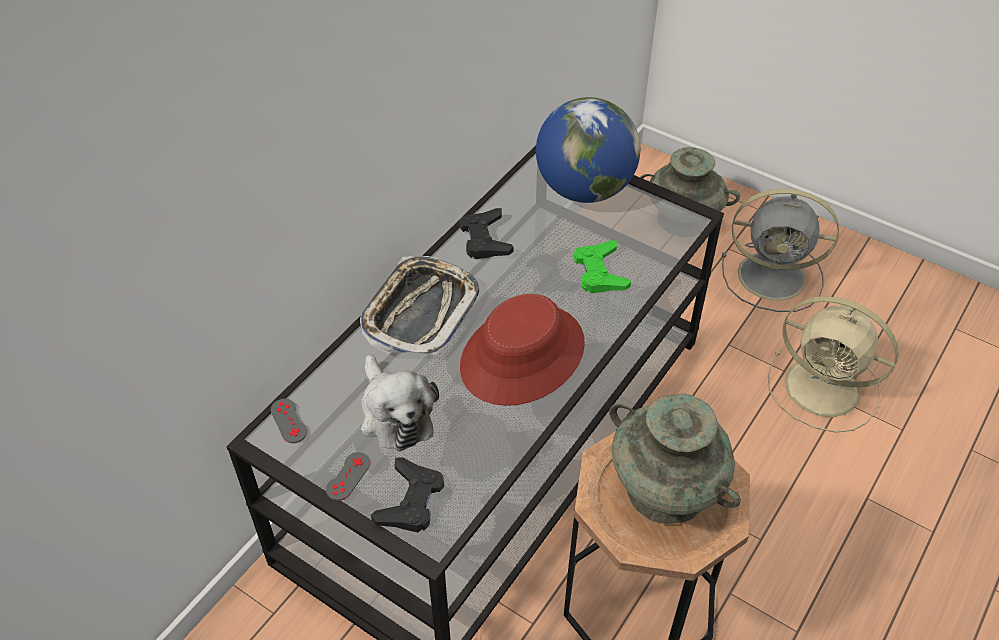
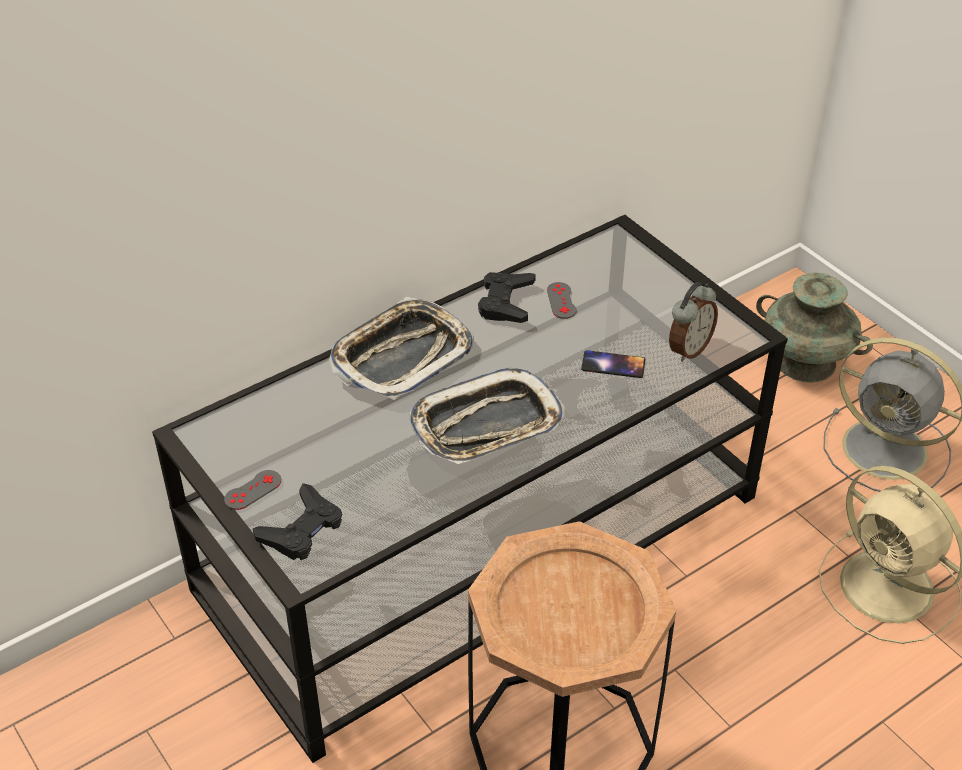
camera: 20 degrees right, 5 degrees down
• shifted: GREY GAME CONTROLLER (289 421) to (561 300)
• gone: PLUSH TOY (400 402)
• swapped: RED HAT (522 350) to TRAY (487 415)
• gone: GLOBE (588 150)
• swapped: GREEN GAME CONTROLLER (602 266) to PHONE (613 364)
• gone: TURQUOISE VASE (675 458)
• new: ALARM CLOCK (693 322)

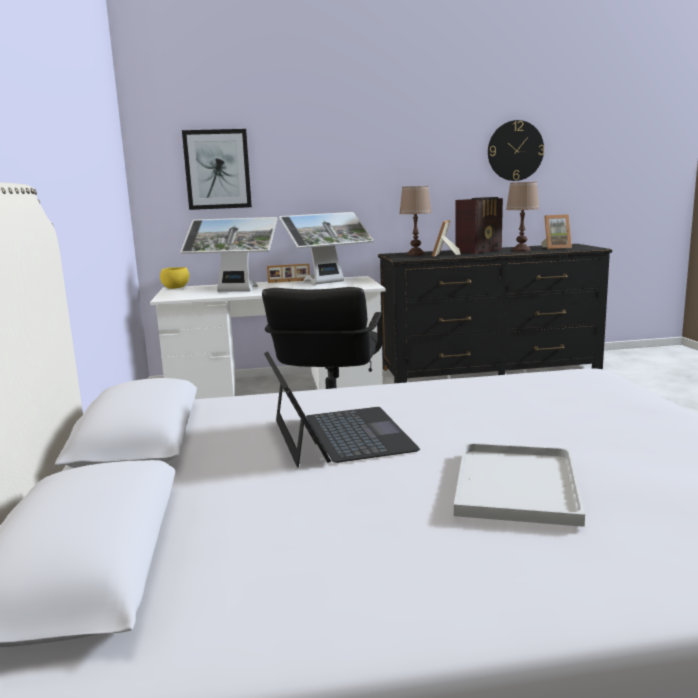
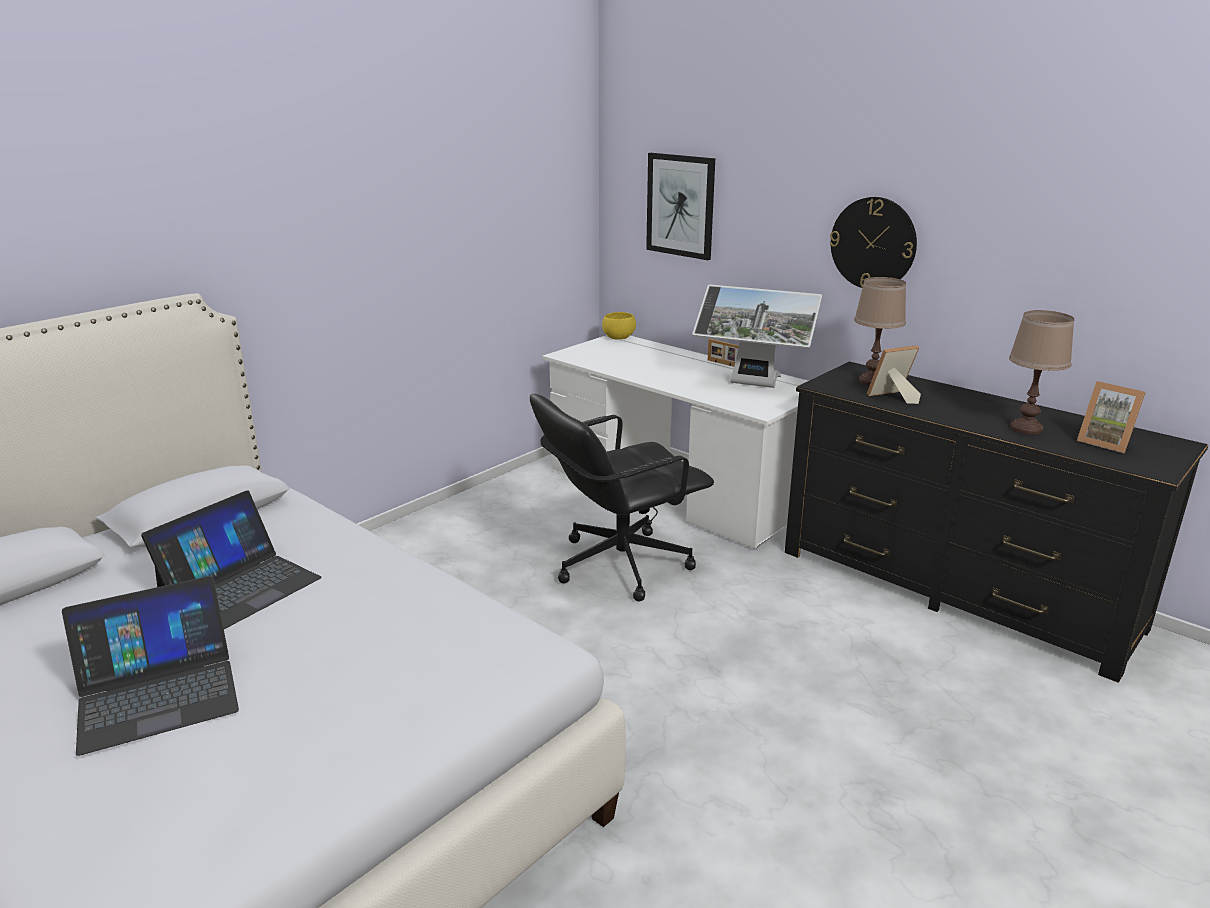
camera: 50 degrees right, 10 degrees up
• gone: MONITOR (228 254)
• swapped: WHITE TRAY (519 485) to LAPTOP (150 666)
• gone: RADIO (479 225)
• shifted: WALL CLOCK (516 150) to (873 242)

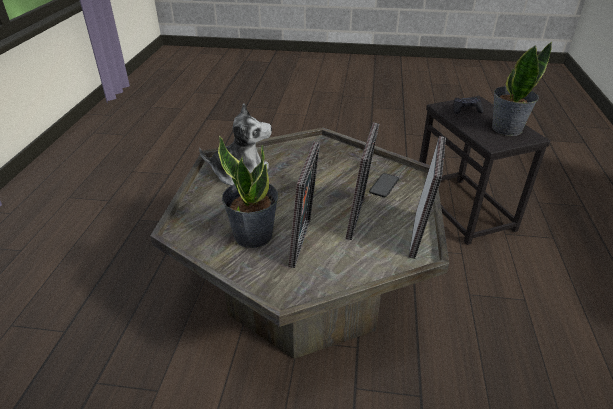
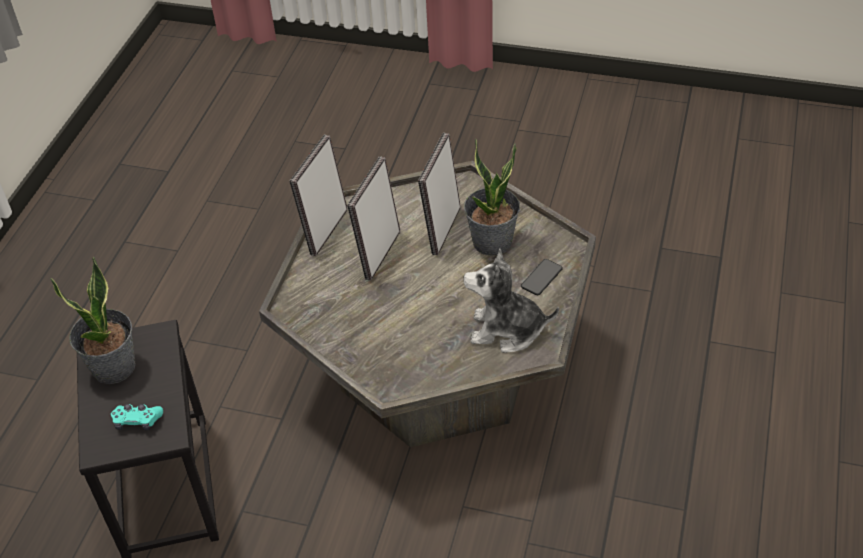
camera: 170 degrees left, 10 degrees up
• shifted: PHONE (384 185) to (542 277)
• repainted: BLACK GAME CONTROLLER (468 105) to TURQUOISE GAME CONTROLLER (137 417)

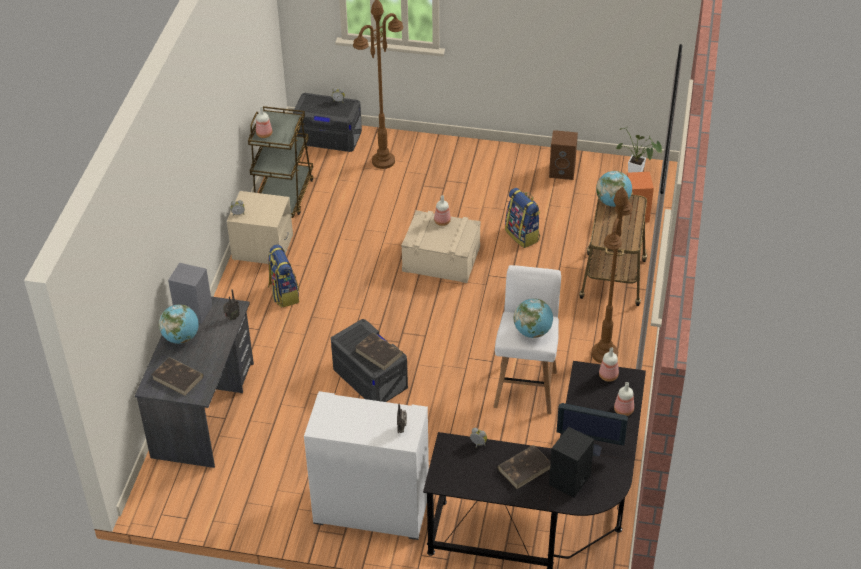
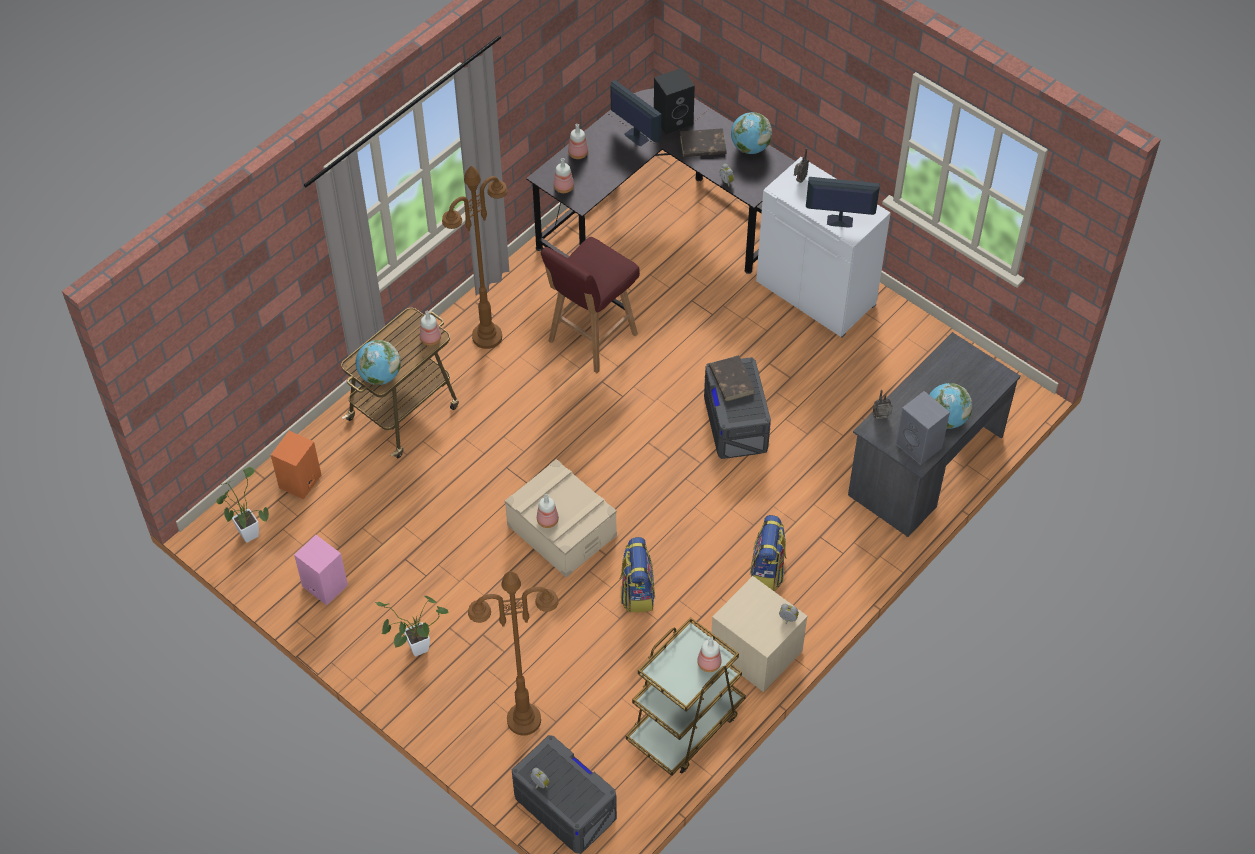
camera: 150 degrees left, 10 degrees up
• gone: BROWN BOOK (178 376)
• repainted: WHITE STOOL (527 339) to RED STOOL (590 305)
• shifted: BACKPACK (522 218) to (637 574)
• shifted: GLOBE (533 318) to (751 133)
• repainted: BROWN SPEAKER (563 155) to PINK SPEAKER (321 570)
• new: POTTED PLANT (412 626)
• new: BOTTLE (430 328)
• new: MONITOR (843 202)

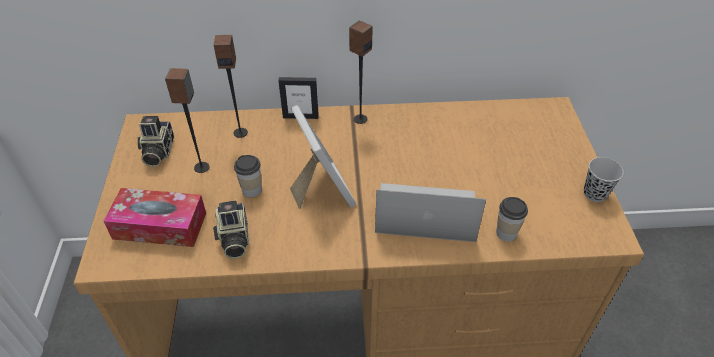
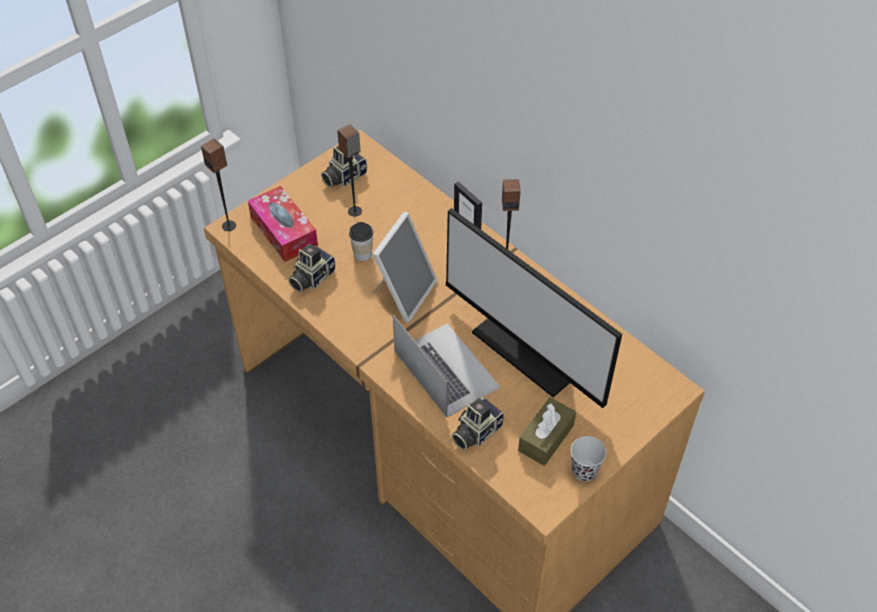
camera: 50 degrees right, 5 degrees up
• shifted: SPEAKER (231 86) to (218 184)
• swapped: CUP (512 219) to PHOTO CAMERA (478 424)
• new: MONITOR (534 308)
• new: BROWN TISSUE BOX (547 432)

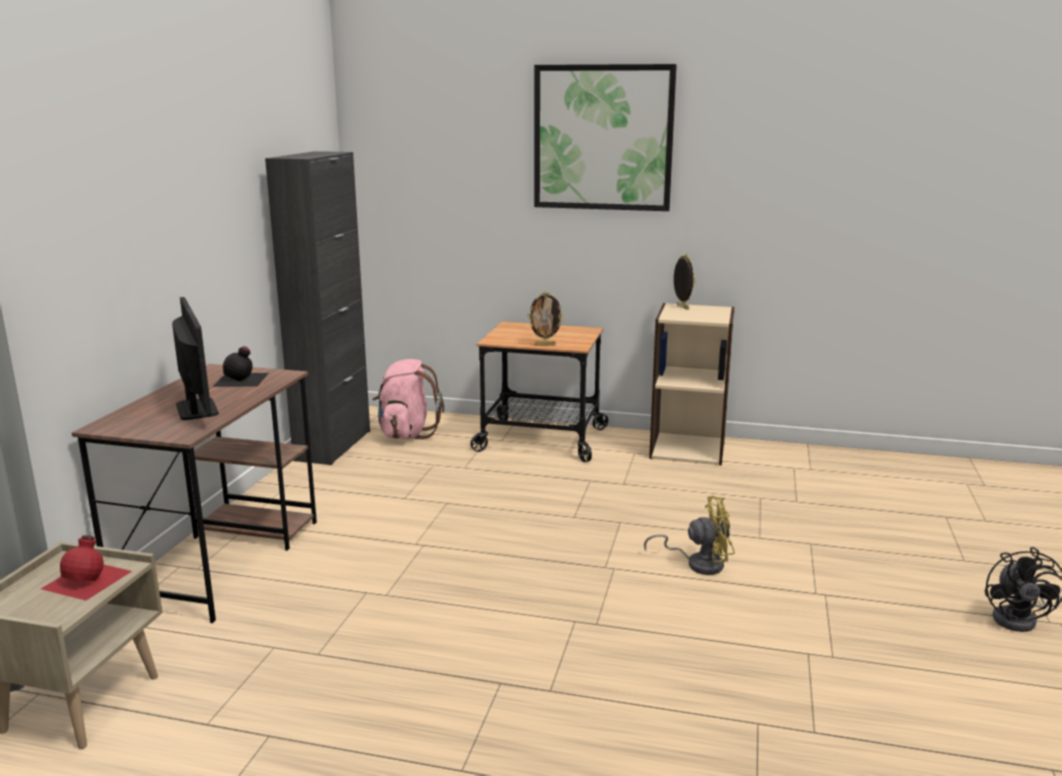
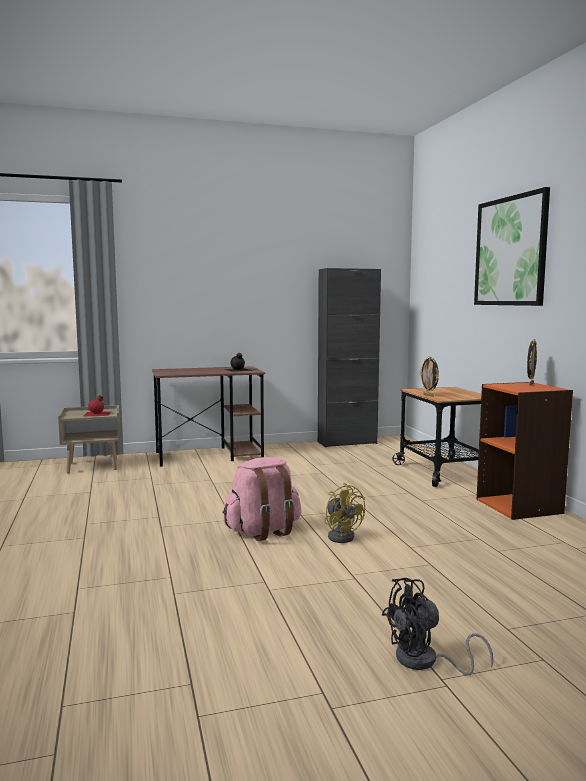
camera: 60 degrees right, 10 degrees down
• gone: MONITOR (195 358)
• shifted: PINK BACKPACK (408 399) to (262 499)
• repainted: BEIGE BOOKCASE (691 384) to ORANGE BOOKCASE (525 451)

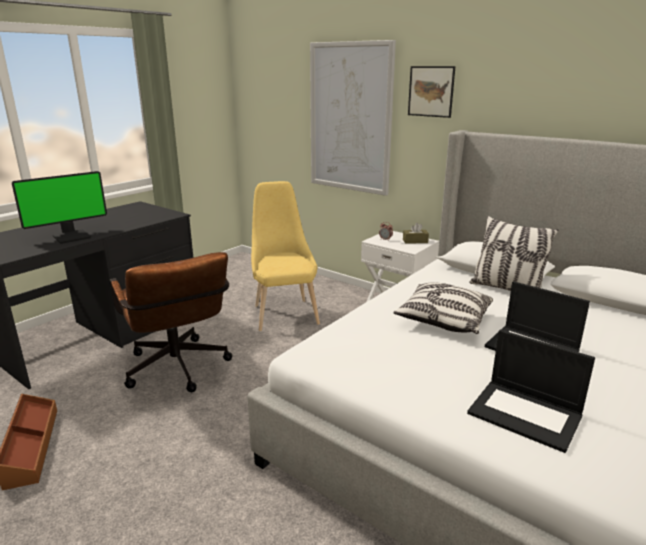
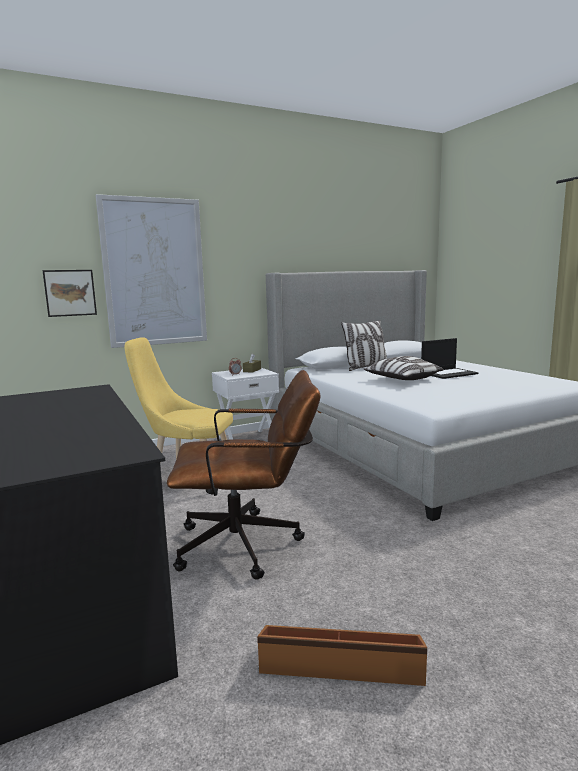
camera: 65 degrees left, 10 degrees down
• gone: MONITOR (59 207)
• shifted: PICTURE (432 92) to (69 293)
• gone: LAPTOP (531 391)

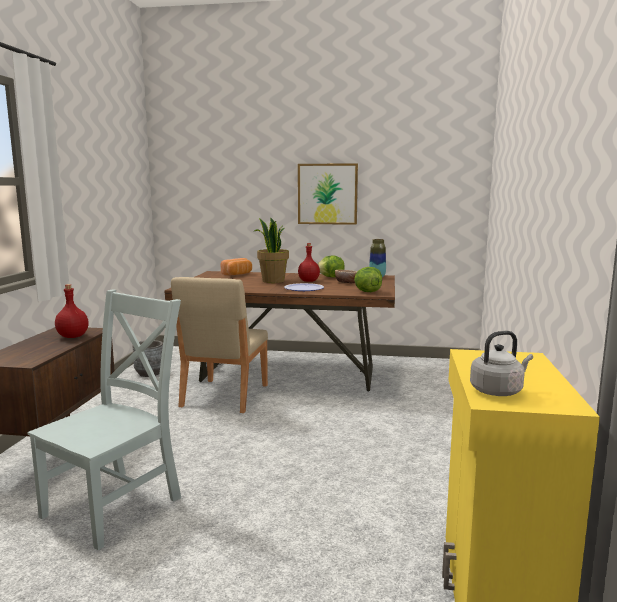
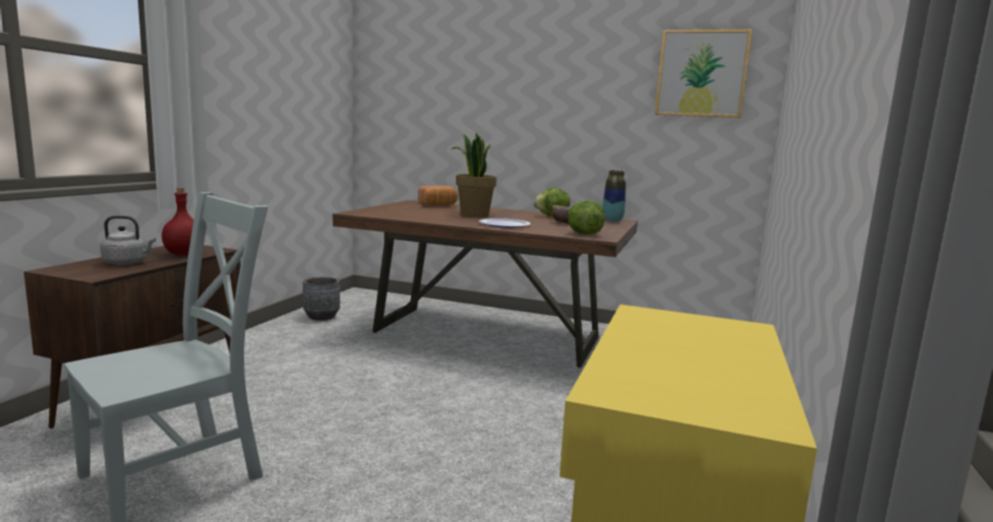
camera: 10 degrees right, 0 degrees up
• gone: BEIGE CHAIR (219 345)
• shifted: PICTURE (328 194) to (703 73)
• gone: RED BOTTLE (309 262)
• shifted: GREY KETTLE (501 363) to (128 240)

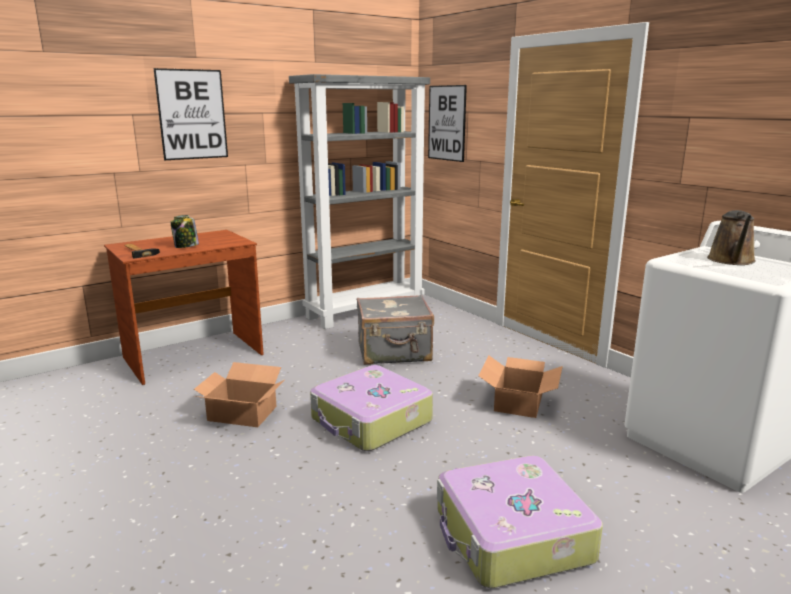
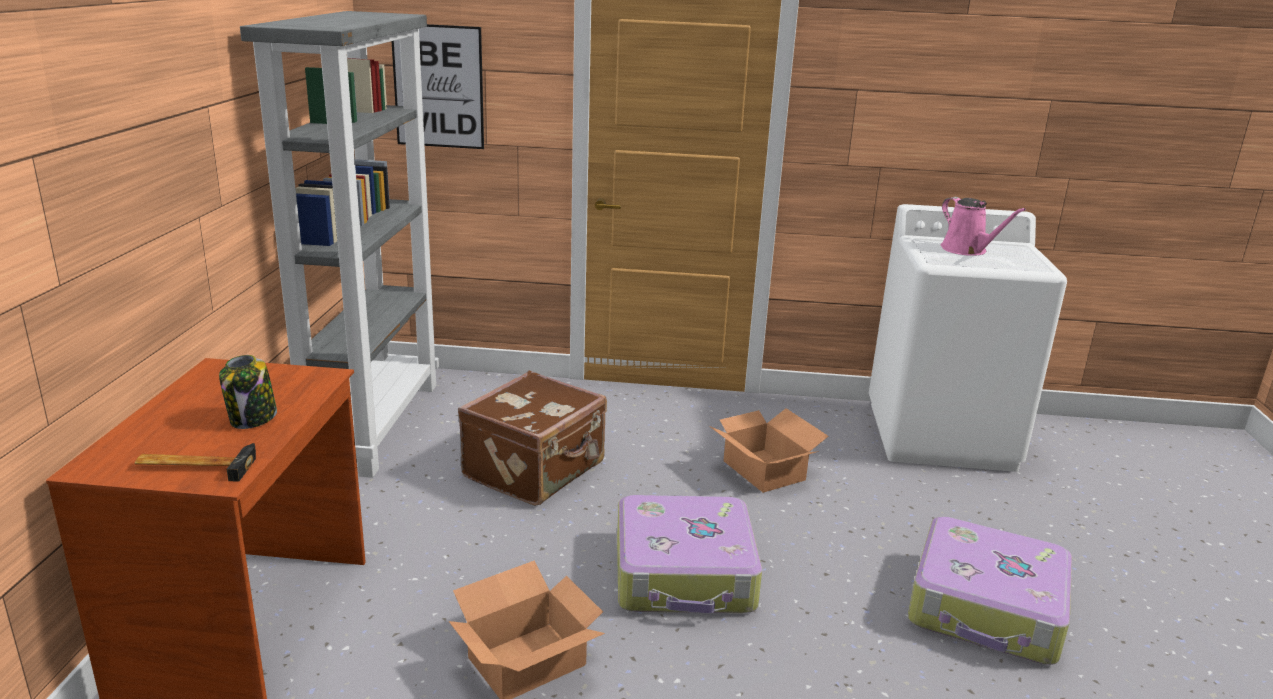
camera: 50 degrees left, 5 degrees up
• gone: PICTURE (190 114)
• repainted: GREY SUITCASE (395 329) to BROWN SUITCASE (532 438)
• repainted: BROWN WATERING CAN (731 237) to PINK WATERING CAN (983 226)

